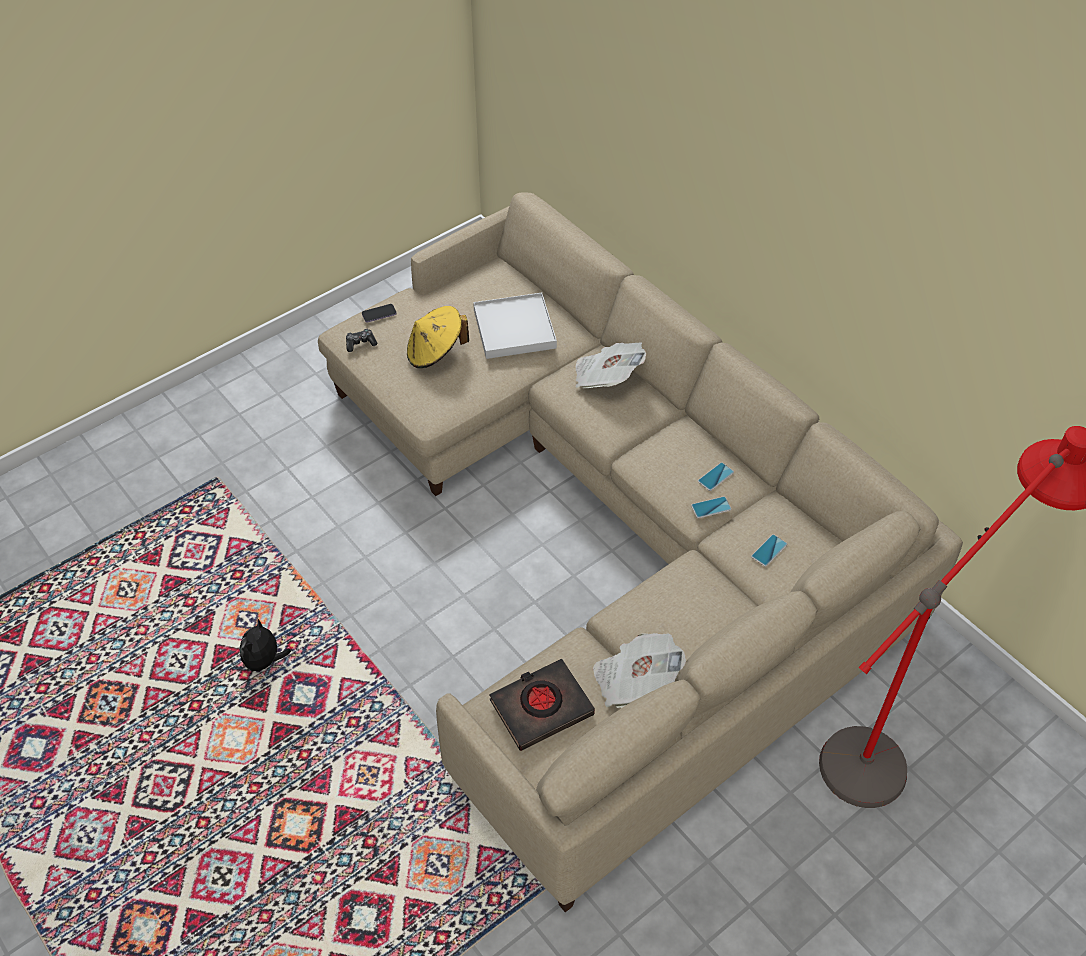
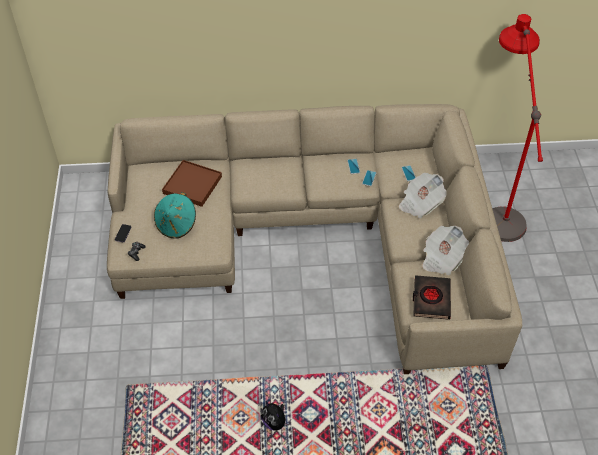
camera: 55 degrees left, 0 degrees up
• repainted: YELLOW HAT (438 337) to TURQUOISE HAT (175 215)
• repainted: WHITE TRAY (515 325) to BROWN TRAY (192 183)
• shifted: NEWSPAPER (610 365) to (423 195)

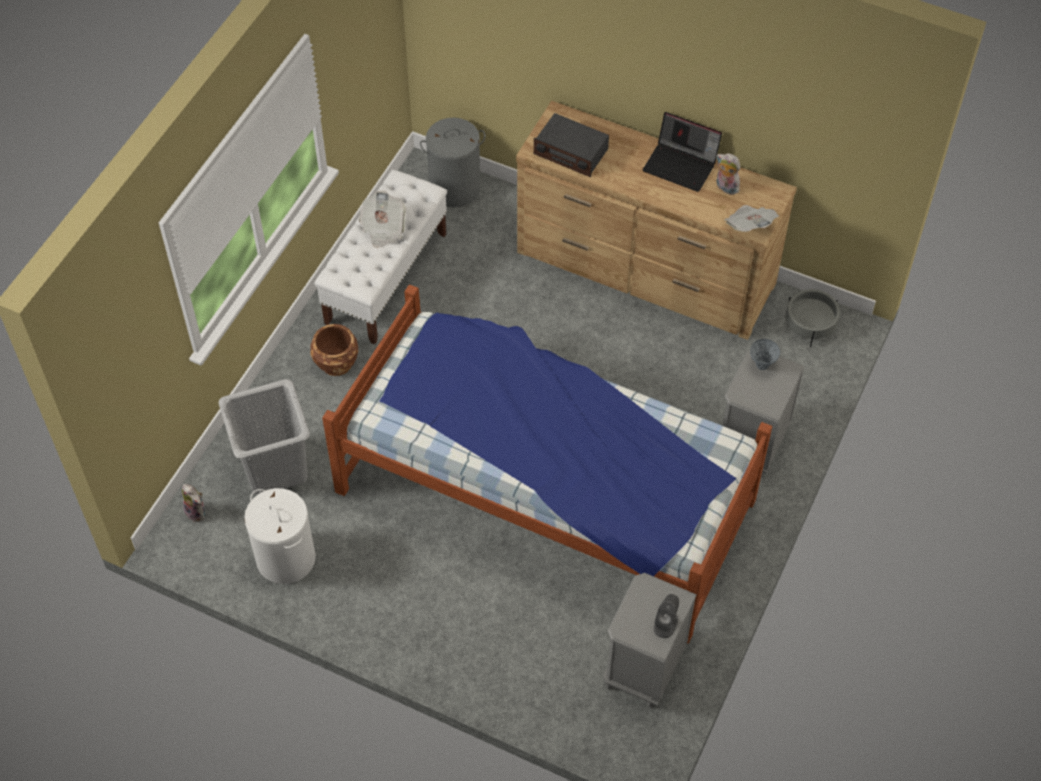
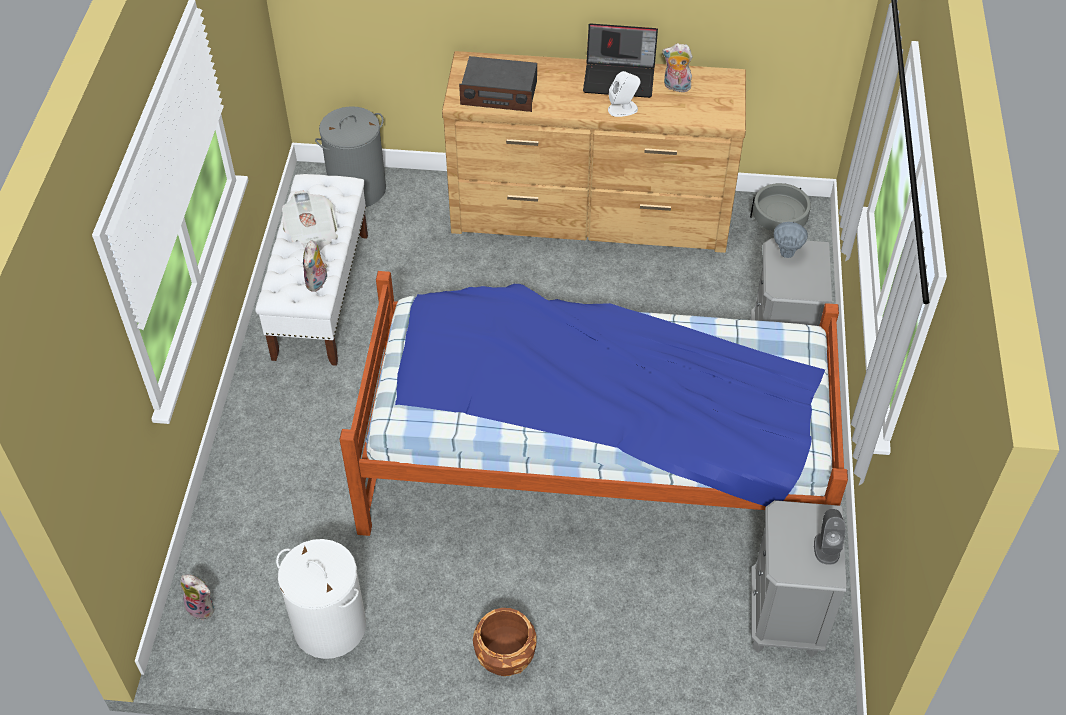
camera: 20 degrees left, 5 degrees down
• gone: GREY LAUNDRY BASKET (264 437)
• shifted: BROWN PLANTER (334 350) to (504 642)
• gone: NEWSPAPER (751 218)
• new: PLUSH TOY (315 266)
• new: WHITE SPEAKER (624 94)

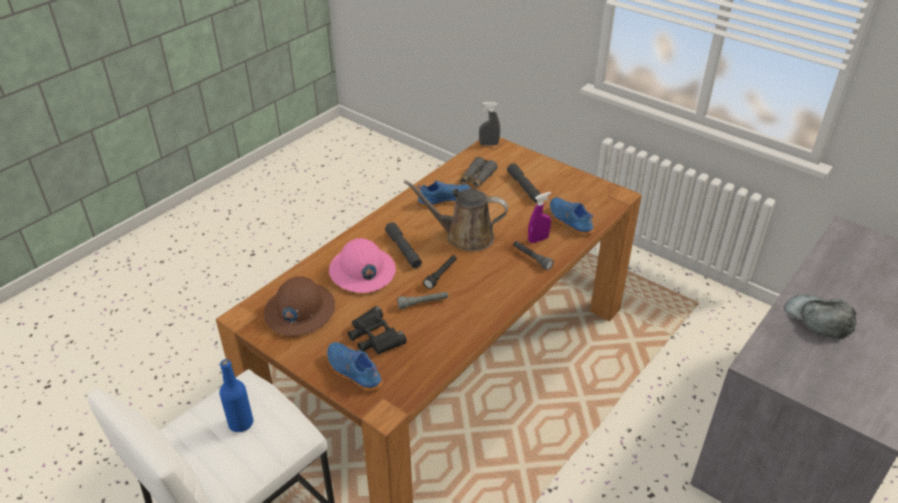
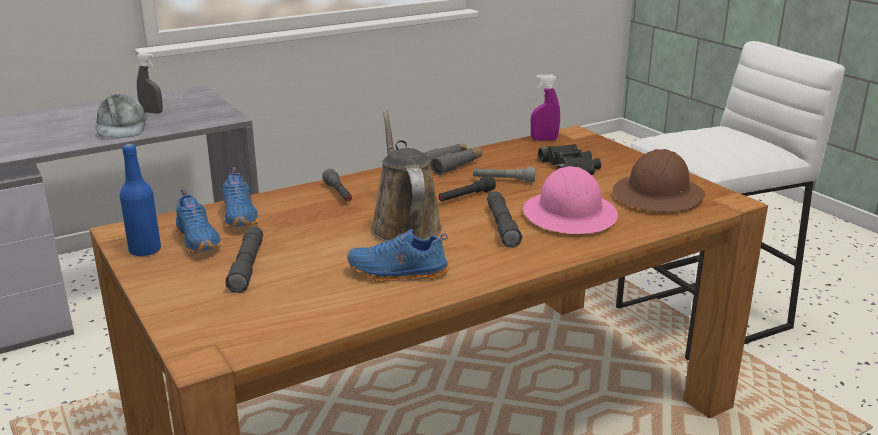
camera: 160 degrees left, 15 degrees down
• shifted: BLUE BOTTLE (236 395) to (140 200)
• shifted: BLUE SHOE (355 366) to (198 221)
• rotated: BROWN WATERING CAN (455 216) = (406 176) 135 degrees counterclockwise
• shifted: GREY BINOCULARS (478 172) to (453 159)
• shifted: GREY SPRAY BOTTLE (489 124) to (149 83)
• shifted: PURPLE SPRAY BOTTLE (539 217) to (545 108)

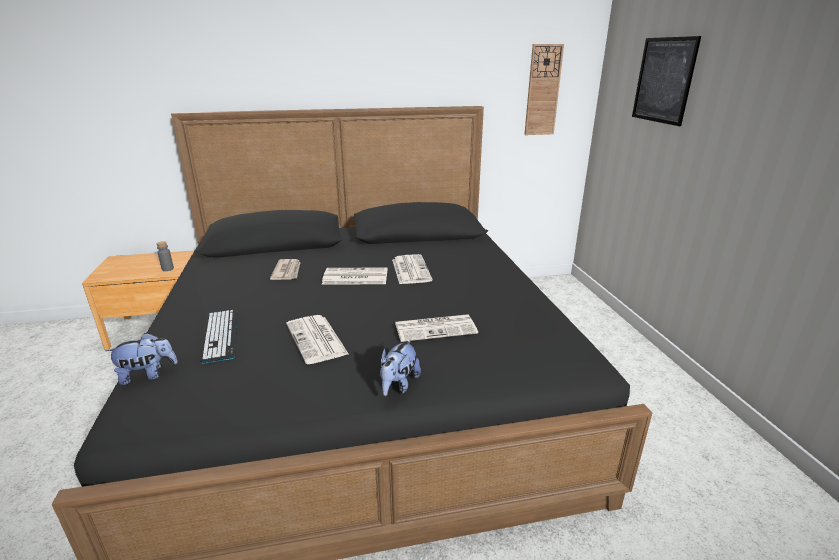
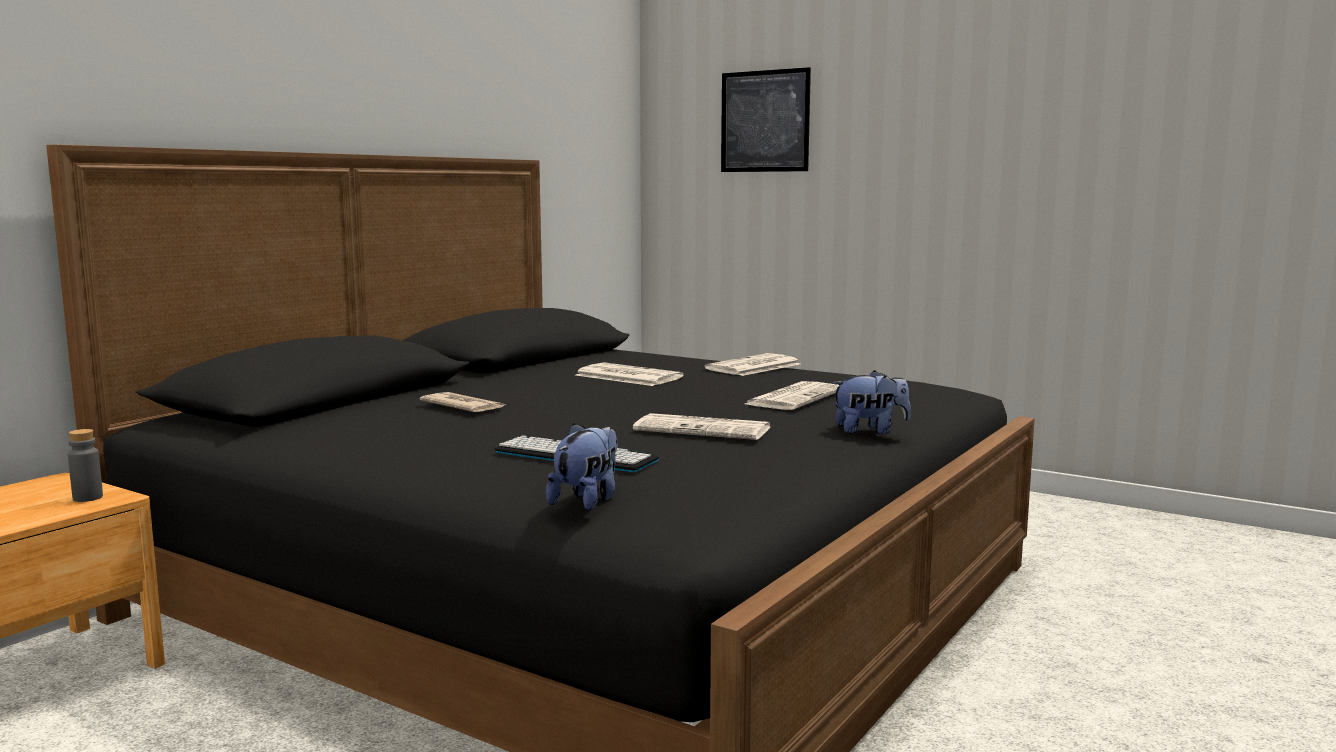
camera: 45 degrees left, 15 degrees down
• shifted: NEWSPAPER (354 276) to (752 364)
• rotated: PLUSH TOY (400 368) = (871 402) 75 degrees counterclockwise
• gone: WALL CLOCK (544 89)

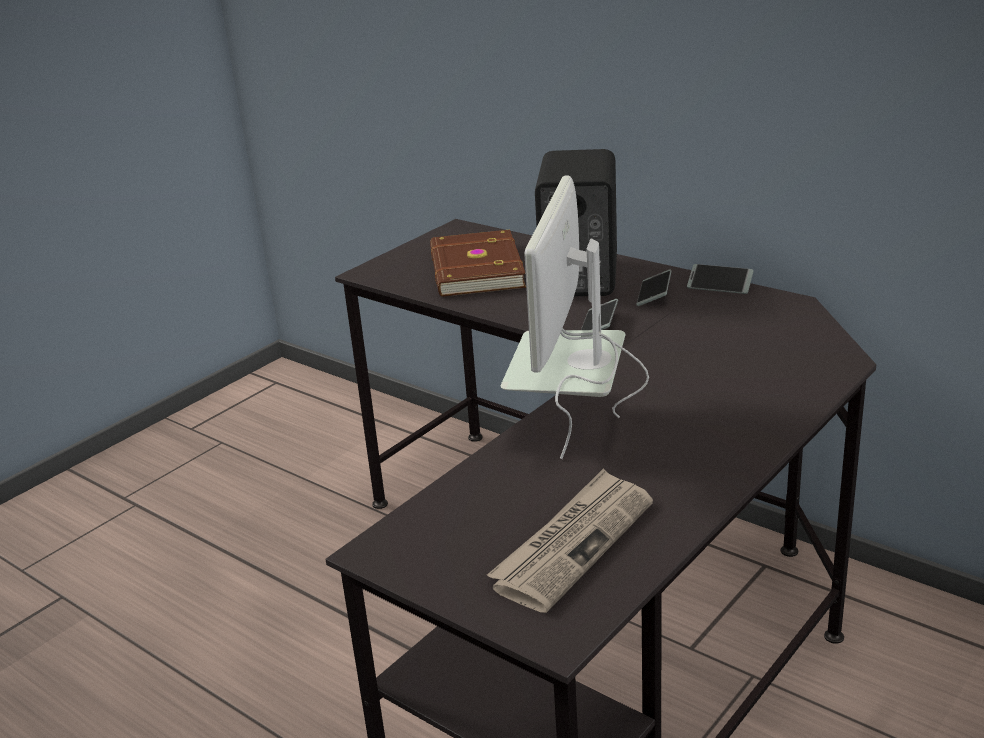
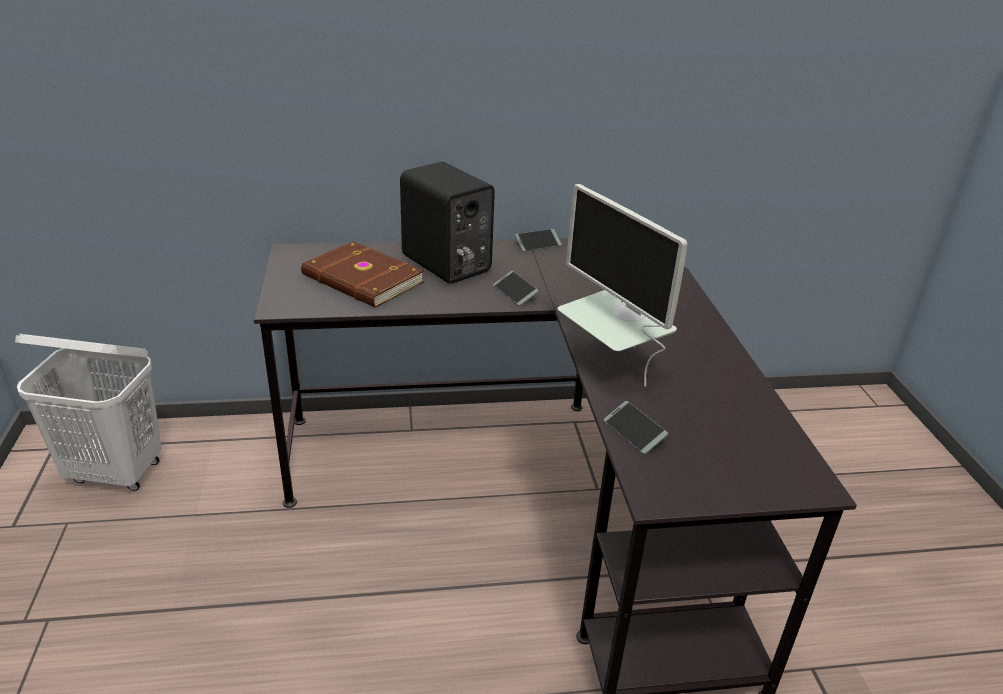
camera: 50 degrees left, 5 degrees up
• gone: NEWSPAPER (570 540)
• shifted: PHONE (654 287) to (636 427)
• new: WHITE LAUNDRY BASKET (88 412)

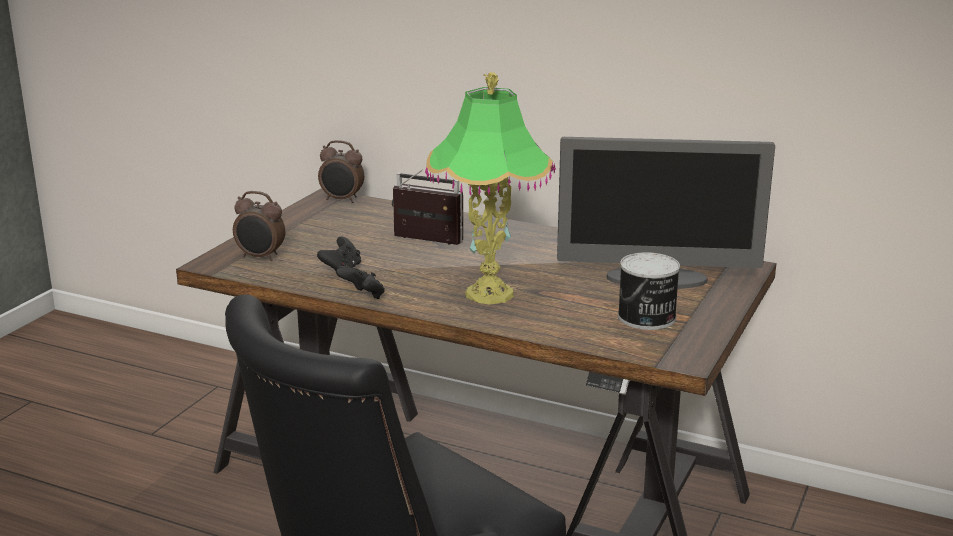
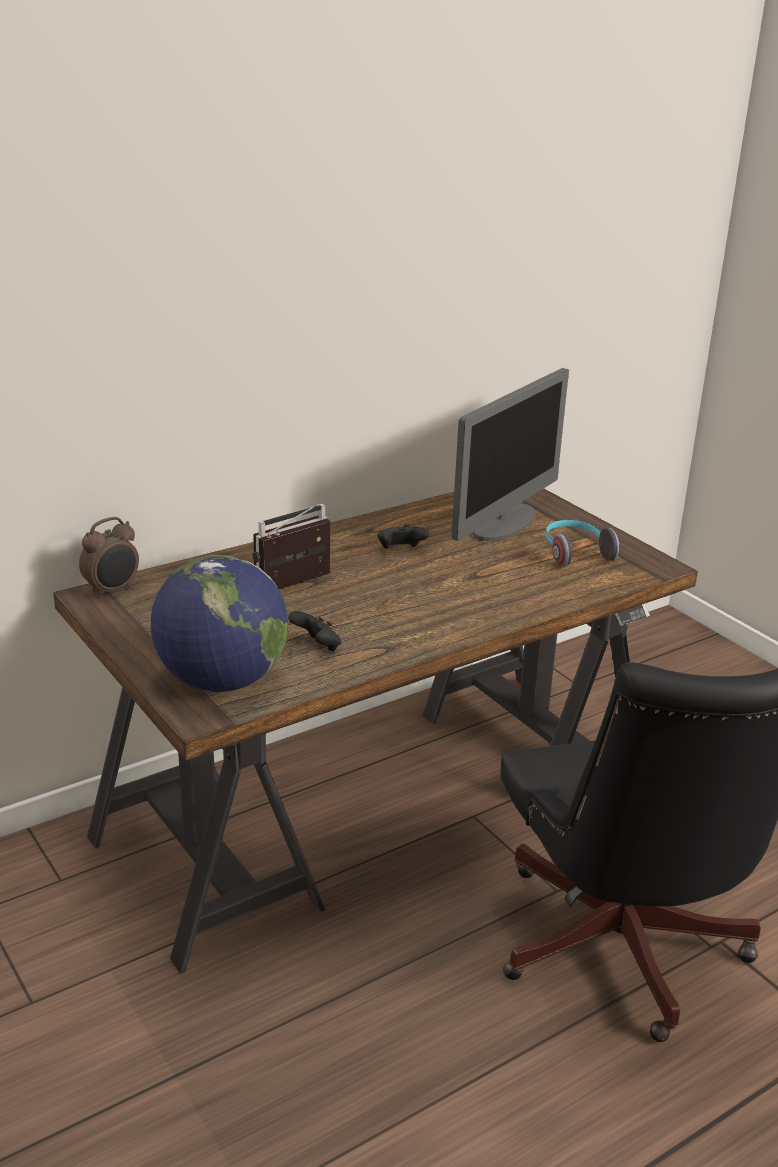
camera: 60 degrees left, 5 degrees up
• swapped: ALARM CLOCK (259 226) to GLOBE (219 623)
• shifted: BLACK GAME CONTROLLER (360 282) to (403 536)
• gone: TABLE LAMP (490 188)
• swapped: CAN (649 291) to HEADPHONES (582 543)

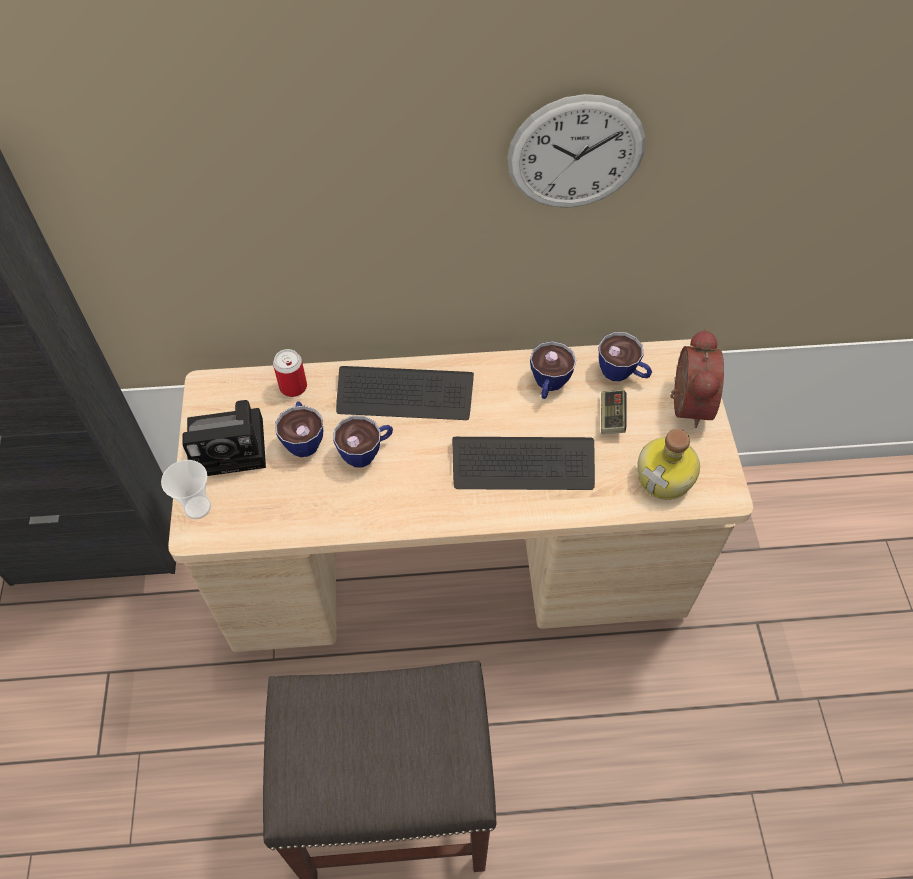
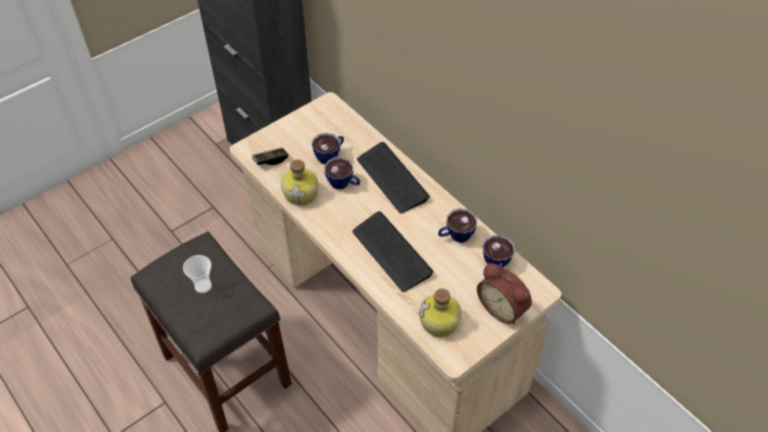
camera: 55 degrees right, 5 degrees down
• shifted: CUP (186 489) to (197 274)
• gone: PHOTO CAMERA (224 438)
• gone: CAN (290 373)
• gone: WALL CLOCK (576 151)
• shifted: GAME CONTROLLER (614 412) to (270 156)
• rotated: ALARM CLOCK (697 378) = (504 294) 75 degrees clockwise
• new: BOTTLE (299 182)

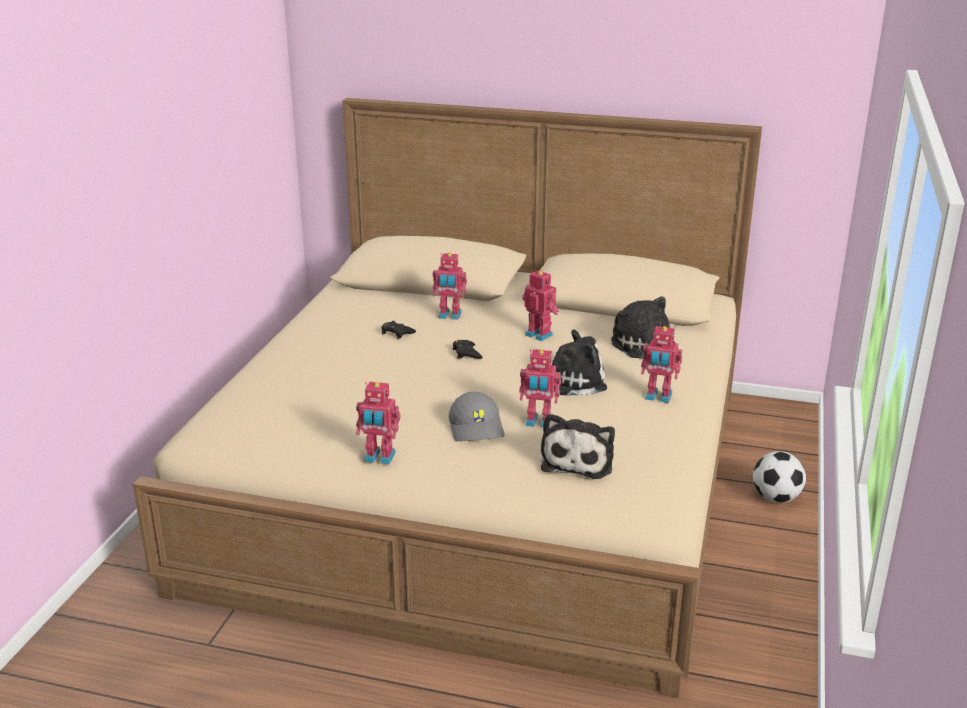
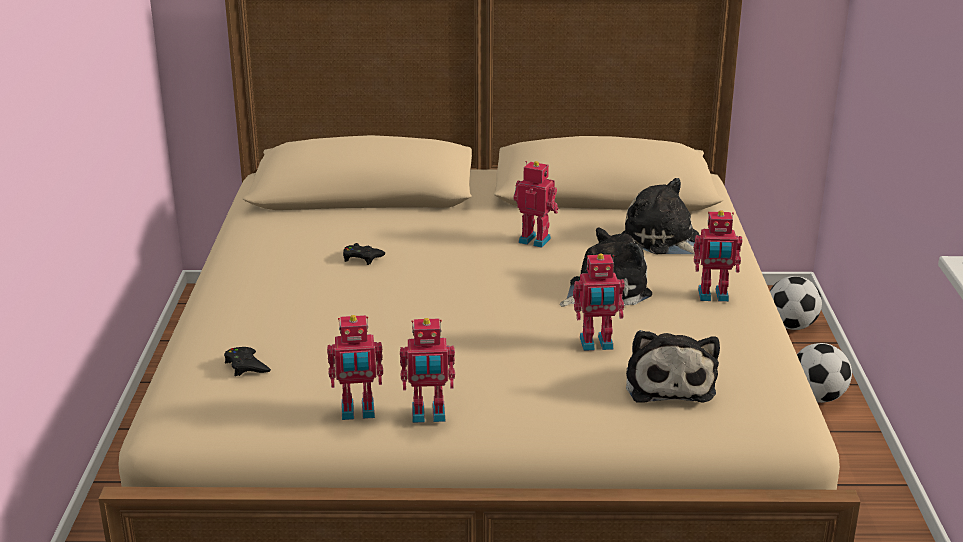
camera: 15 degrees left, 0 degrees up
• shifted: TOY ROBOT (449 286) to (355 367)
• gone: GREY CAP (477 417)
• shifted: BLACK GAME CONTROLLER (467 349) to (247 361)
• new: FOOTBALL (796 303)

